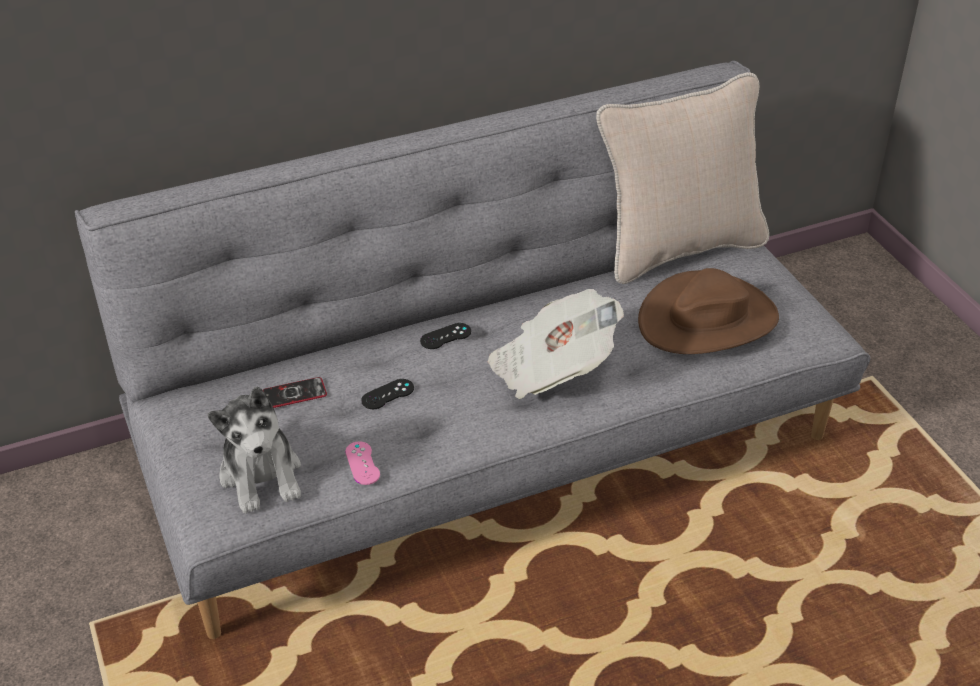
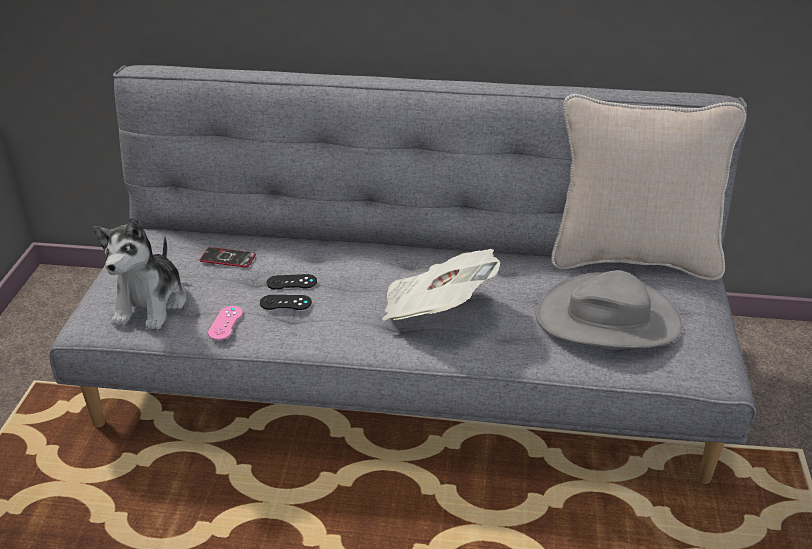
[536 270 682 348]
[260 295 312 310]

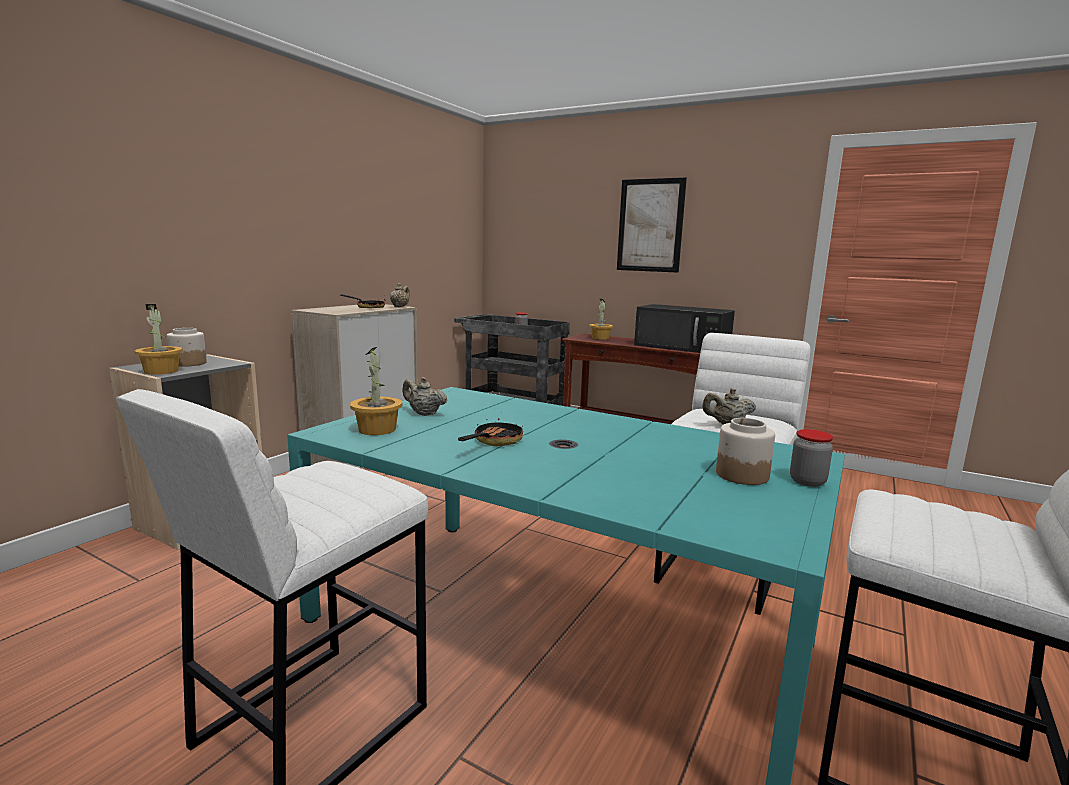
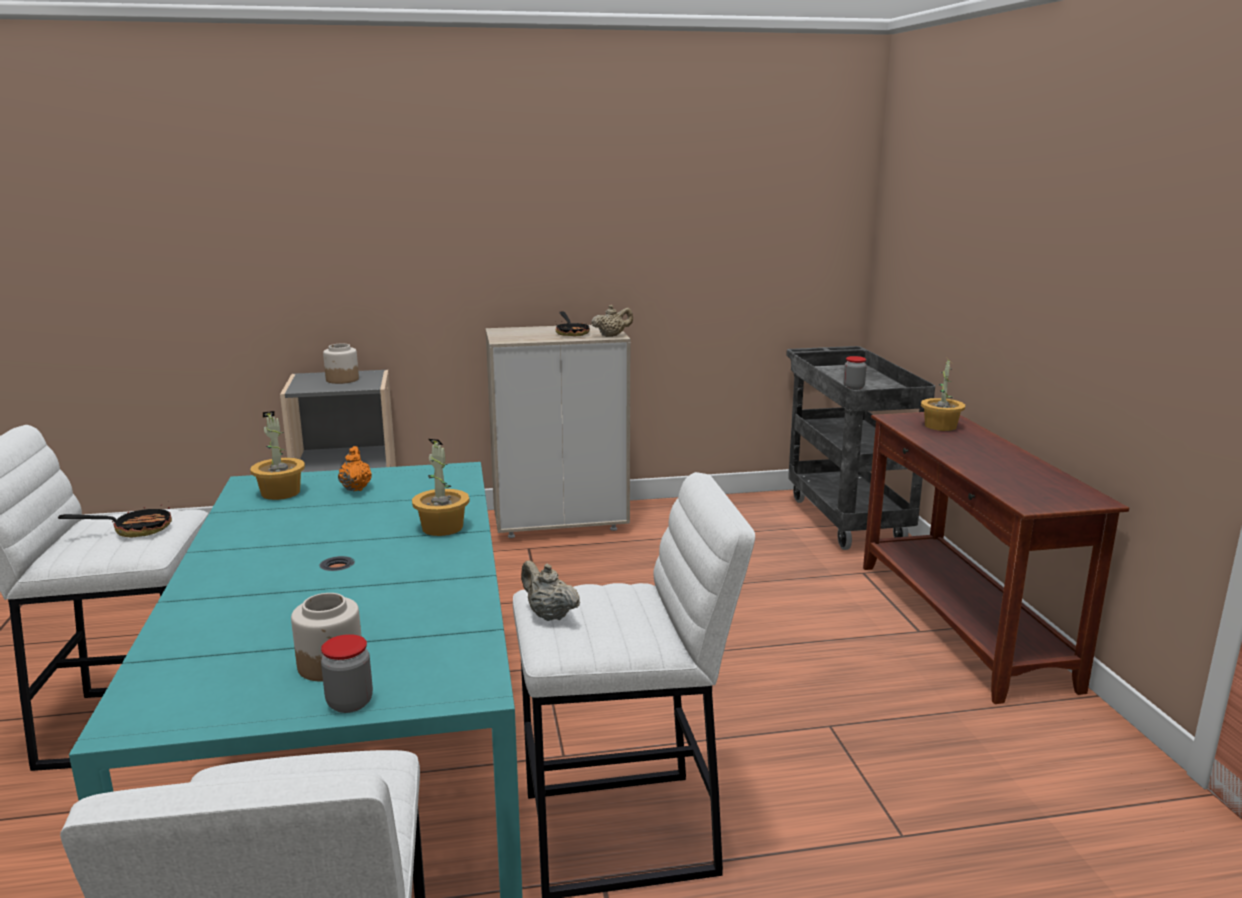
[617 177 687 273] (first image)
[412 439 470 536]
[634 304 735 353] (first image)
[338 446 372 491]
[58 504 172 537]

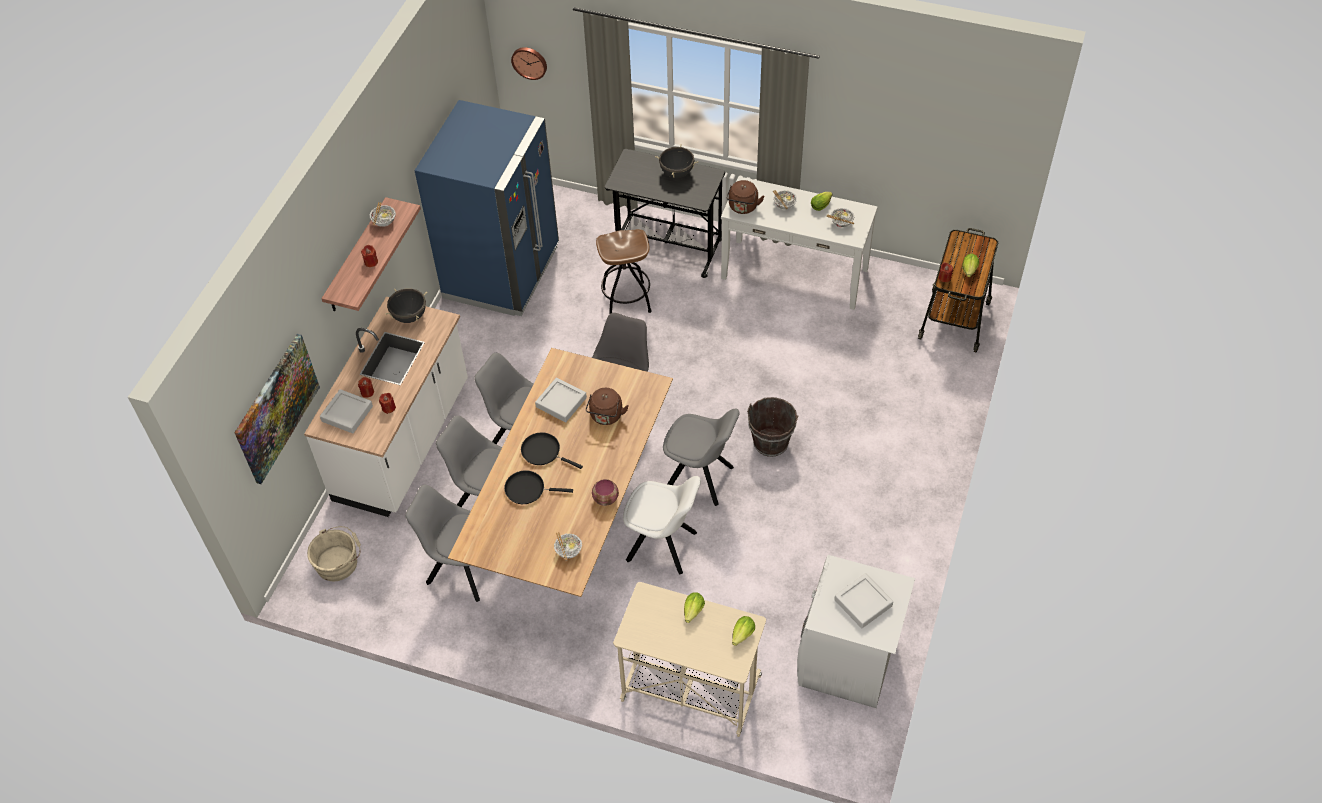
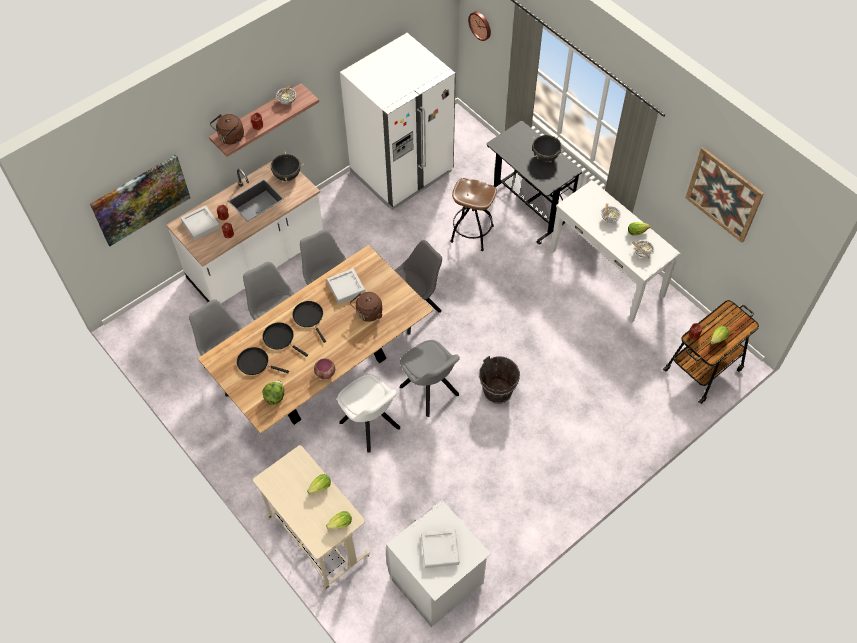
[340 33 456 210]
[210 114 244 144]
[307 526 361 581] (first image)
[263 380 284 405]
[685 147 764 243]
[237 347 289 375]

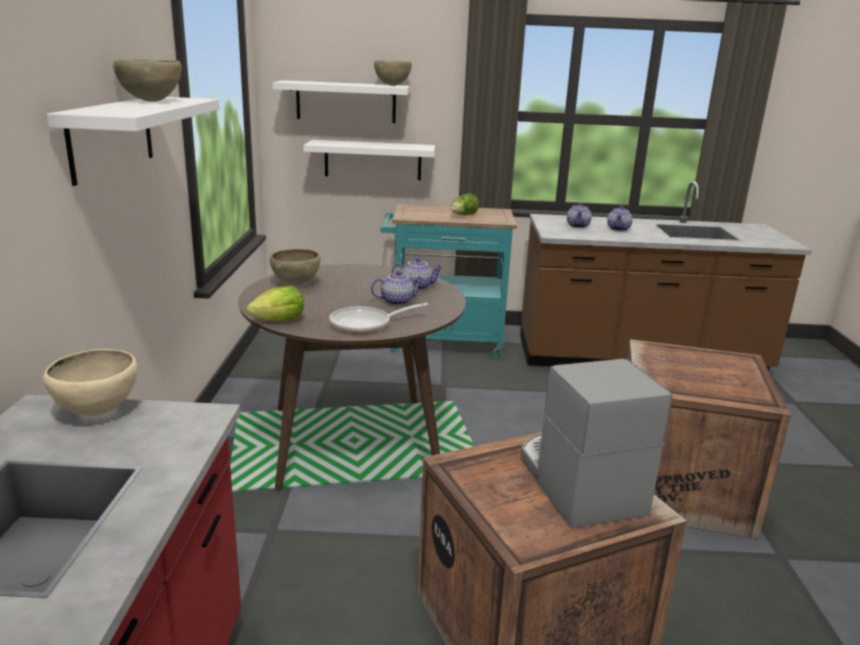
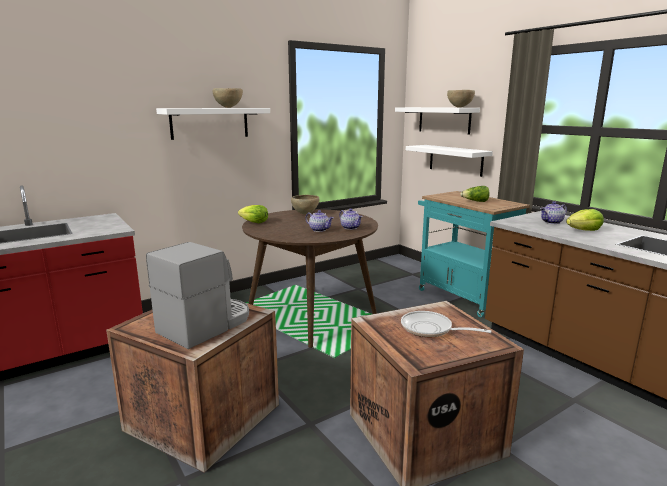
[566 209 604 231]
[401 311 492 337]
[43 349 138 416] (first image)

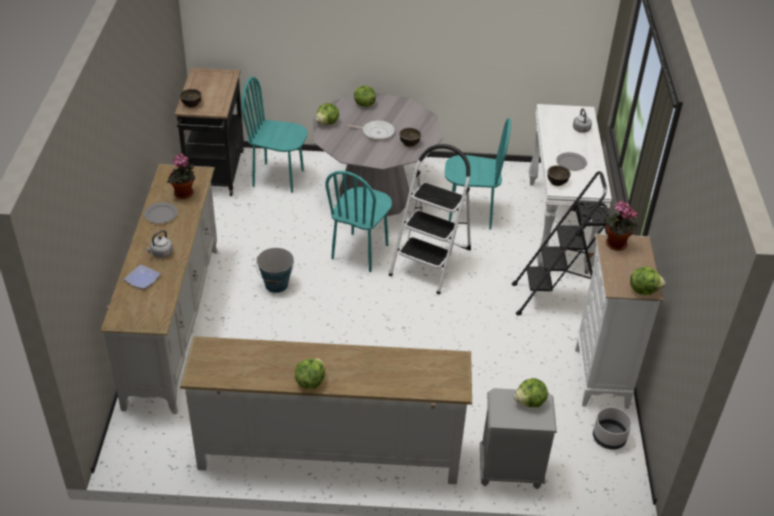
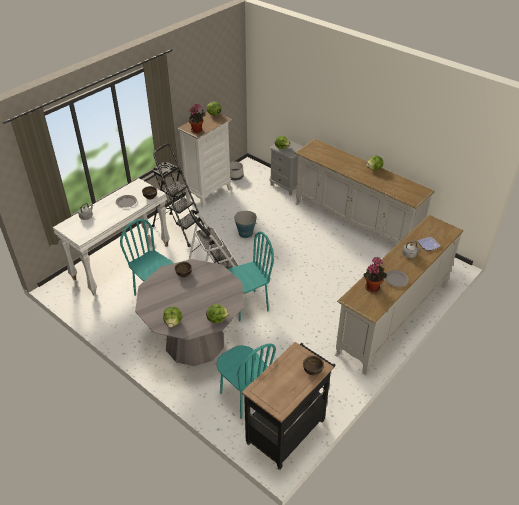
[345 120 395 140] (first image)
[234 211 257 238]

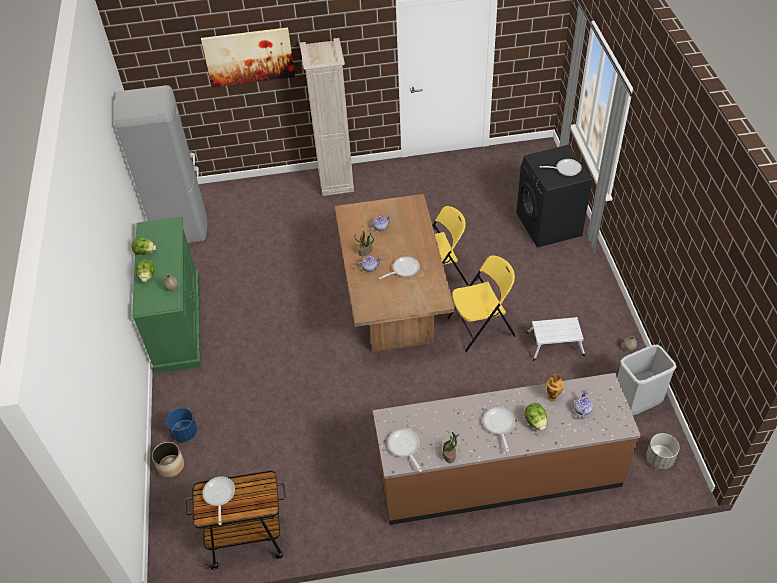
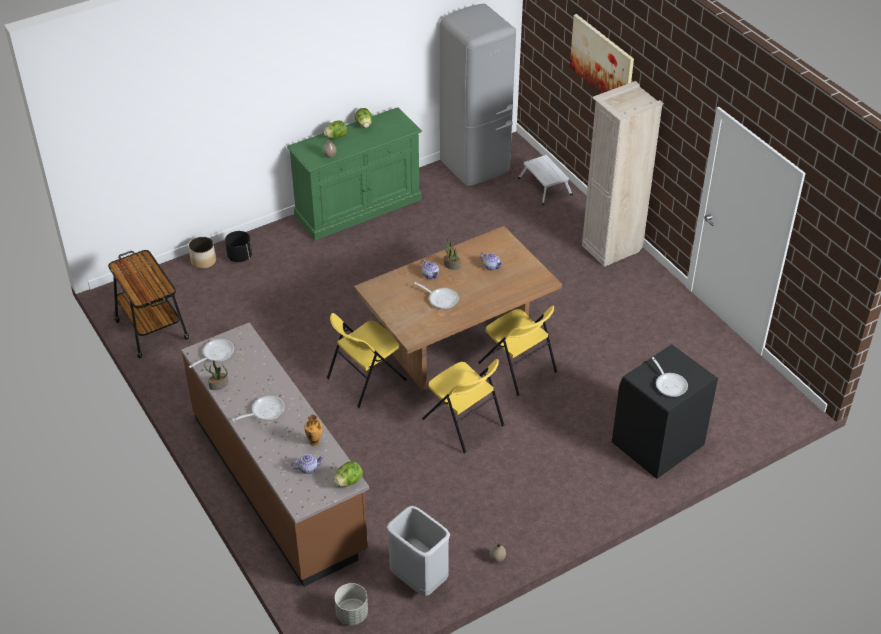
[517 155 573 206]
[334 461 363 487]
[225 231 252 262]
[203 476 235 525] (first image)
[327 313 407 408]

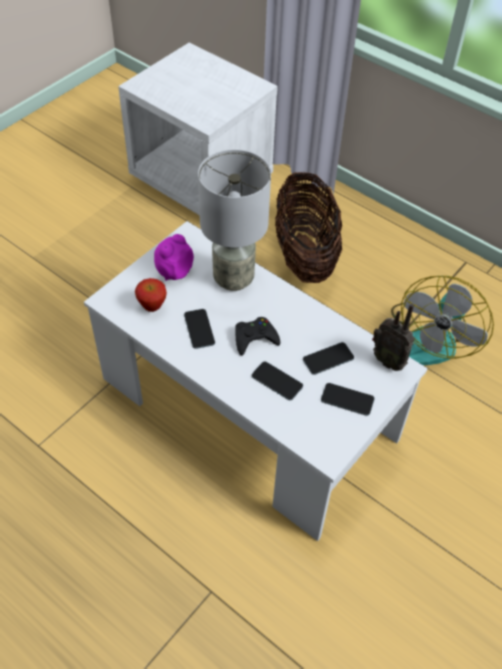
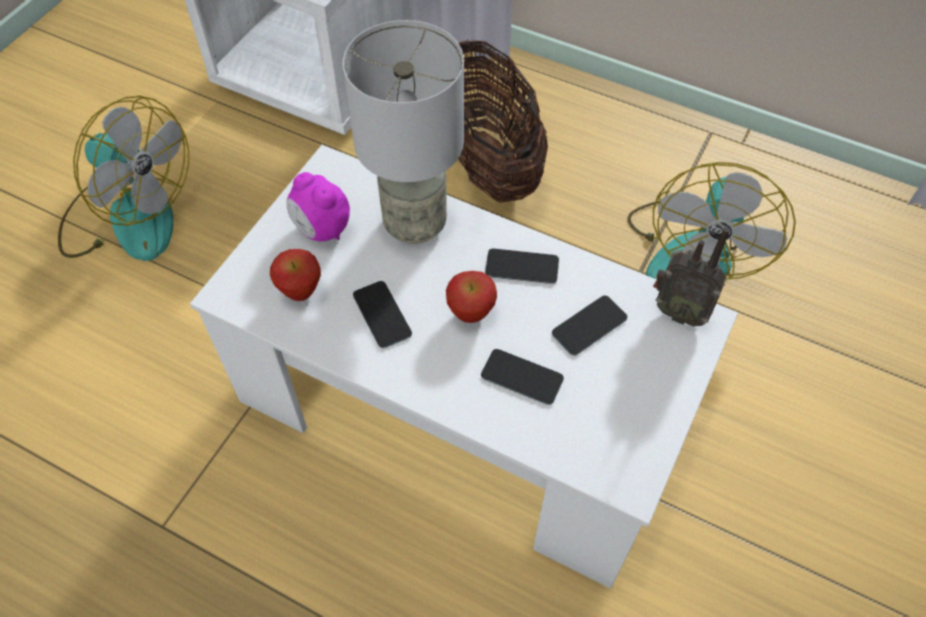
[286 172 350 242]
[446 271 497 323]
[485 248 559 284]
[58 96 189 261]

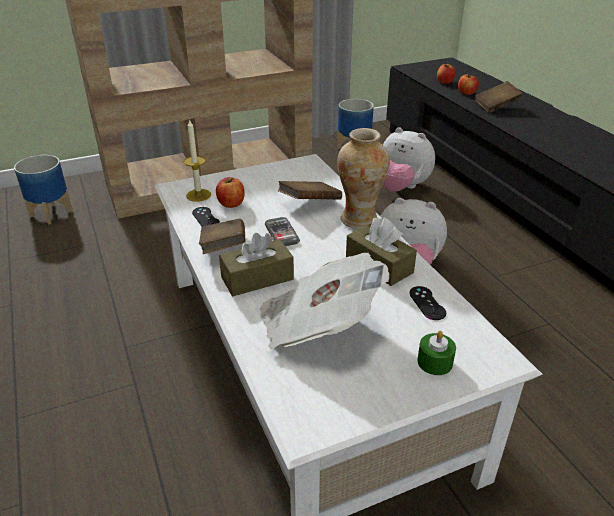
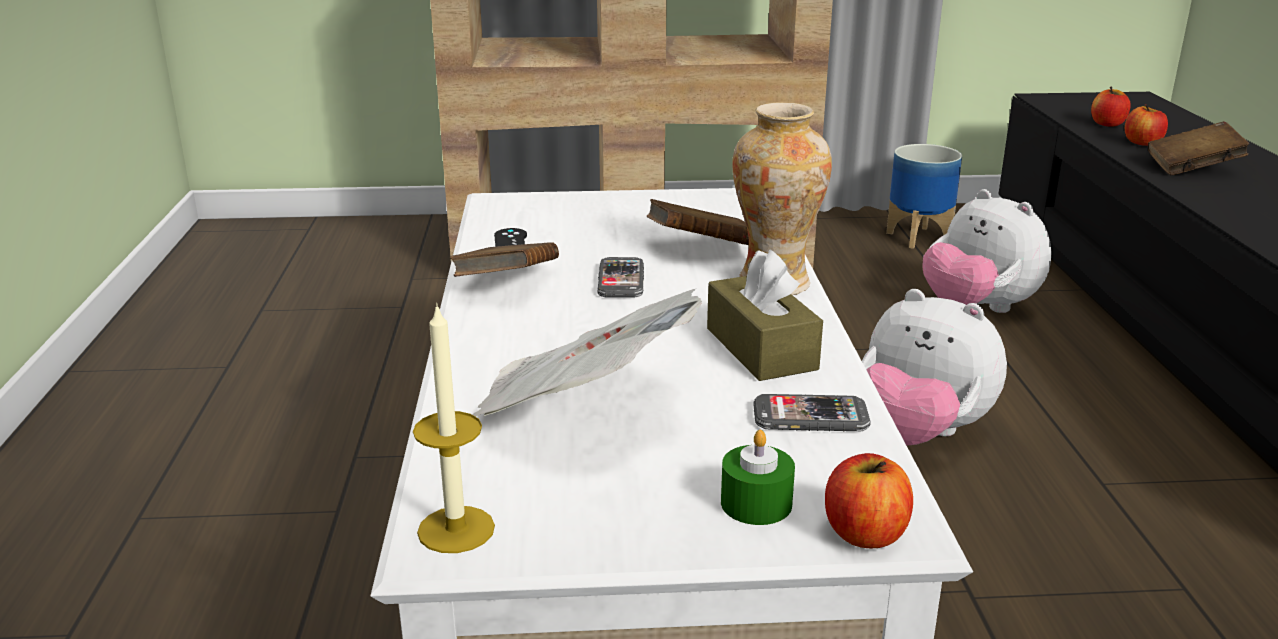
[413 303 495 553]
[14 155 73 225] (first image)
[825 453 913 548]
[219 233 294 296] (first image)
[753 394 871 432]

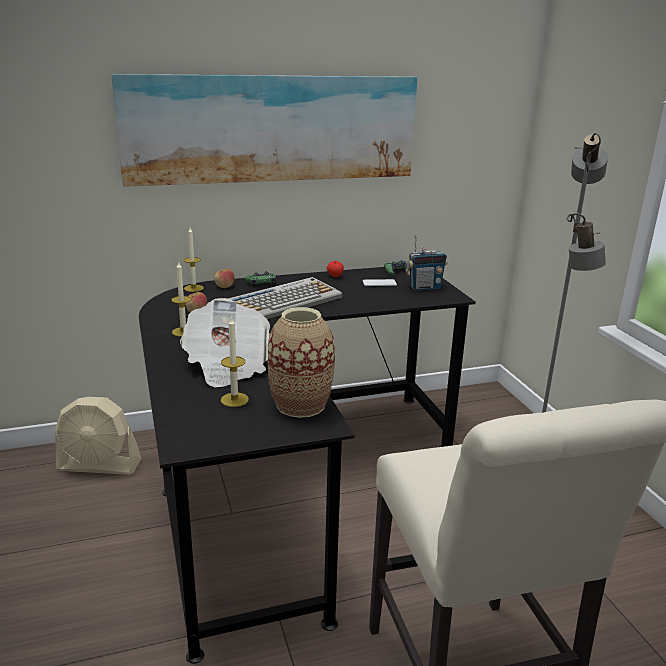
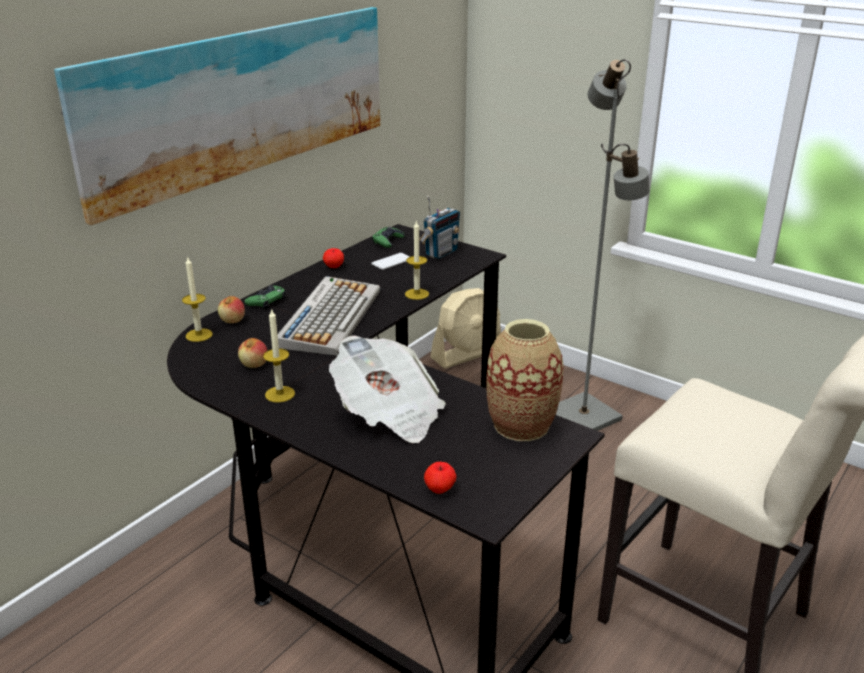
[405 221 429 300]
[430 288 501 368]
[424 462 456 494]

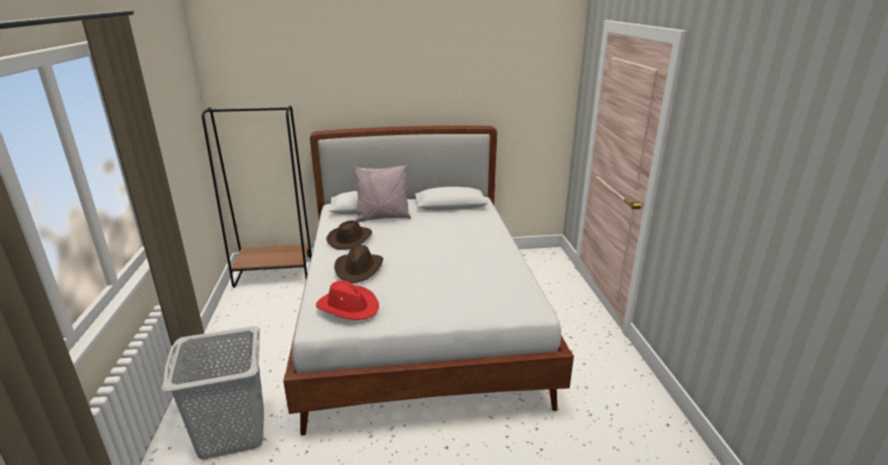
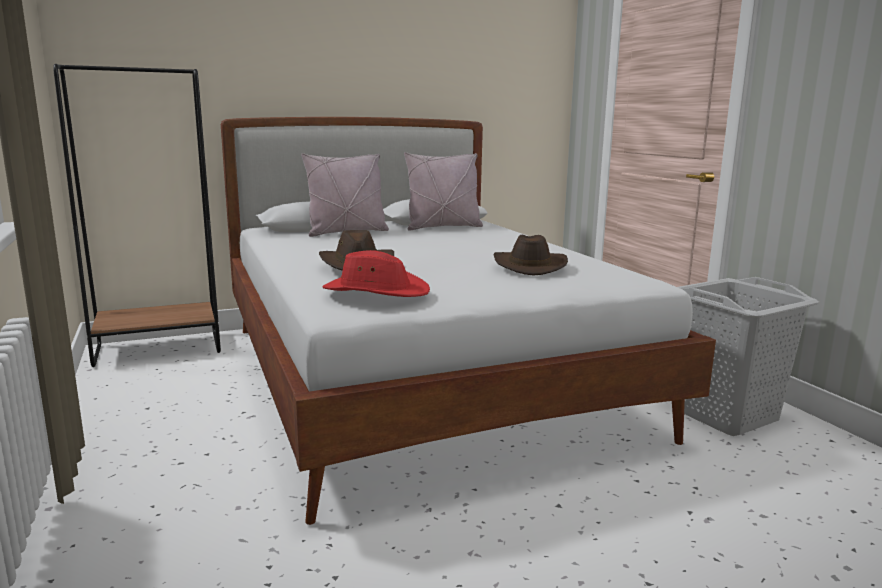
[493 235 568 276]
[678 277 819 436]
[404 152 483 230]

